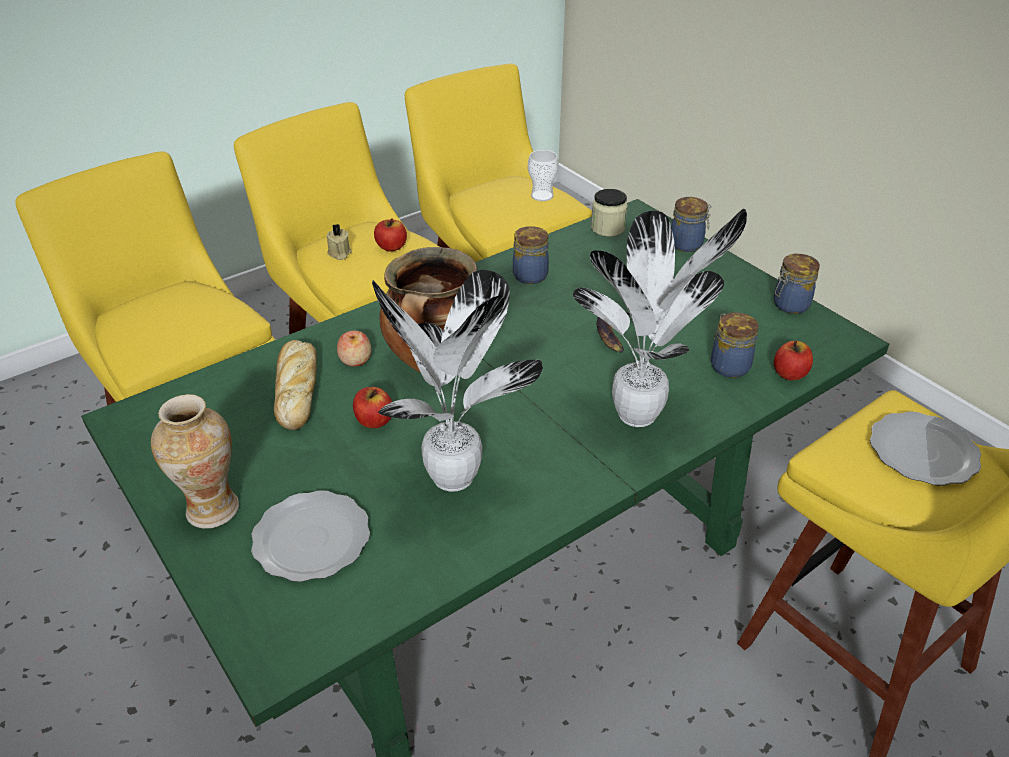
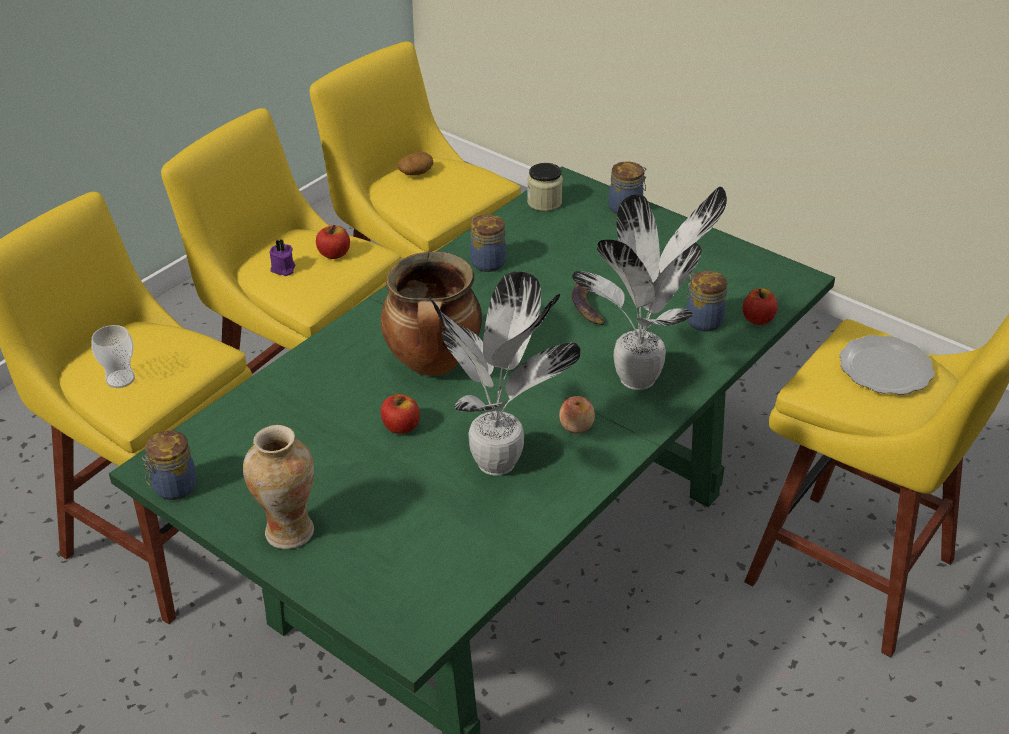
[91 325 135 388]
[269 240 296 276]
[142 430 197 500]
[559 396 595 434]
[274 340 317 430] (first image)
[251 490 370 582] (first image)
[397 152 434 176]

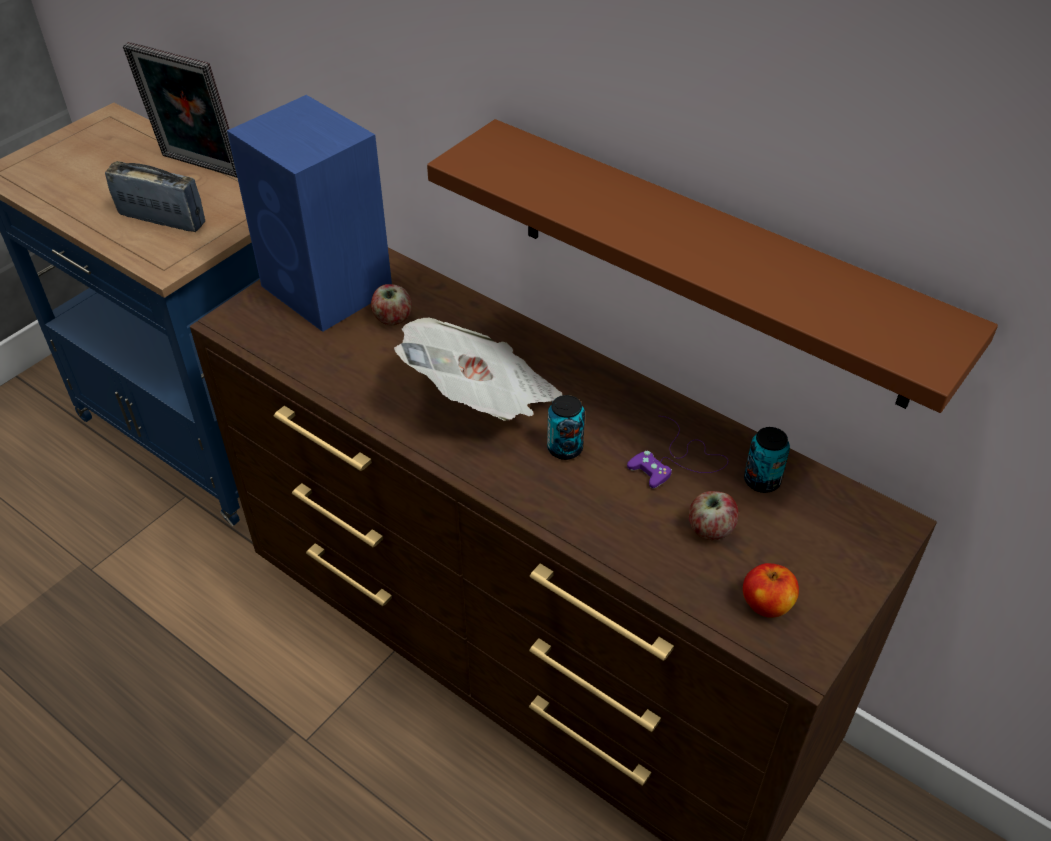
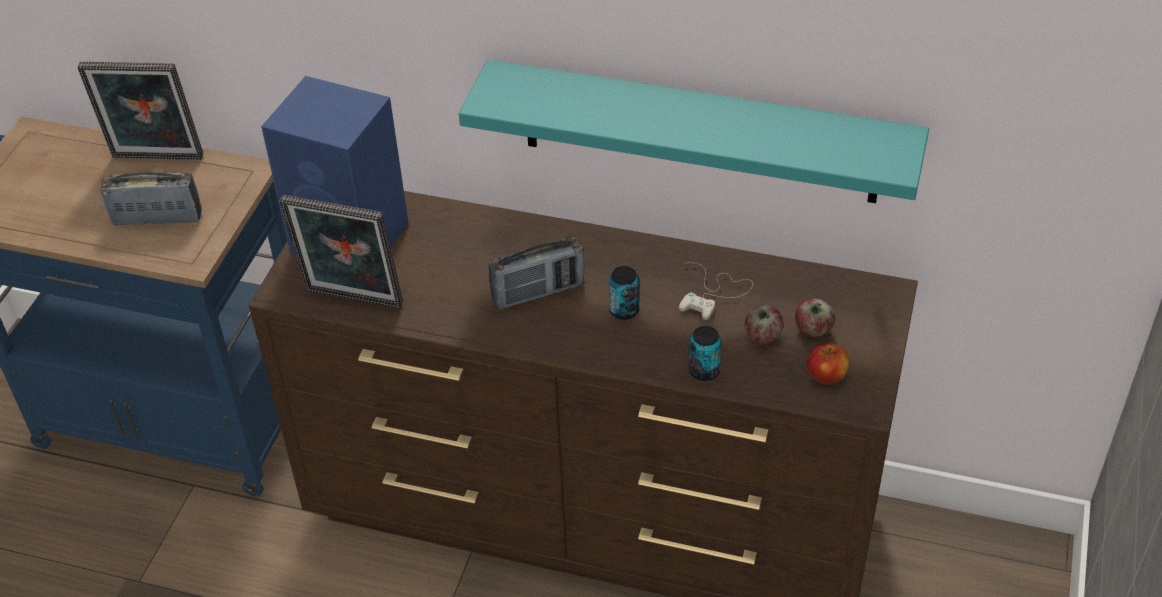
[459 60 929 203]
[795 298 836 337]
[489 236 584 309]
[679 262 753 320]
[689 326 721 381]
[279 195 403 309]

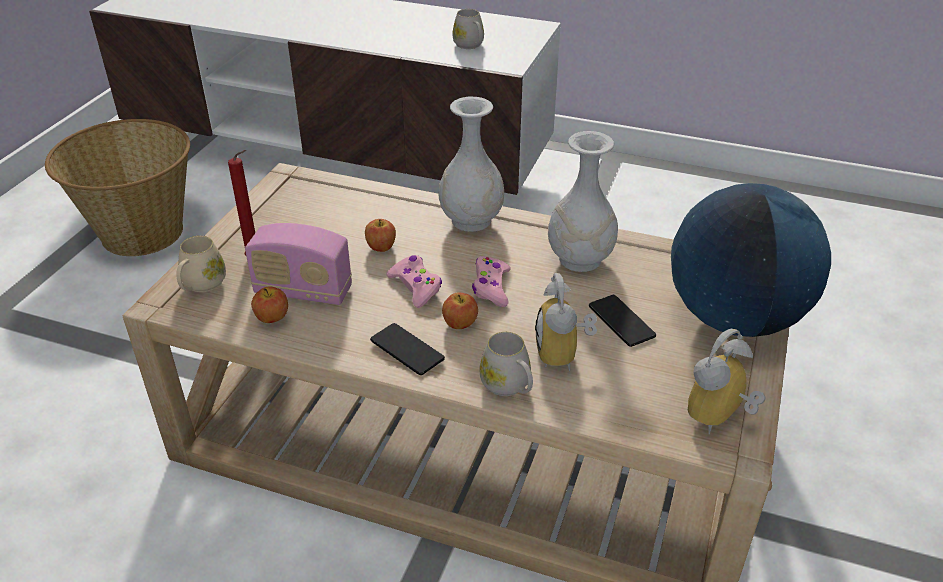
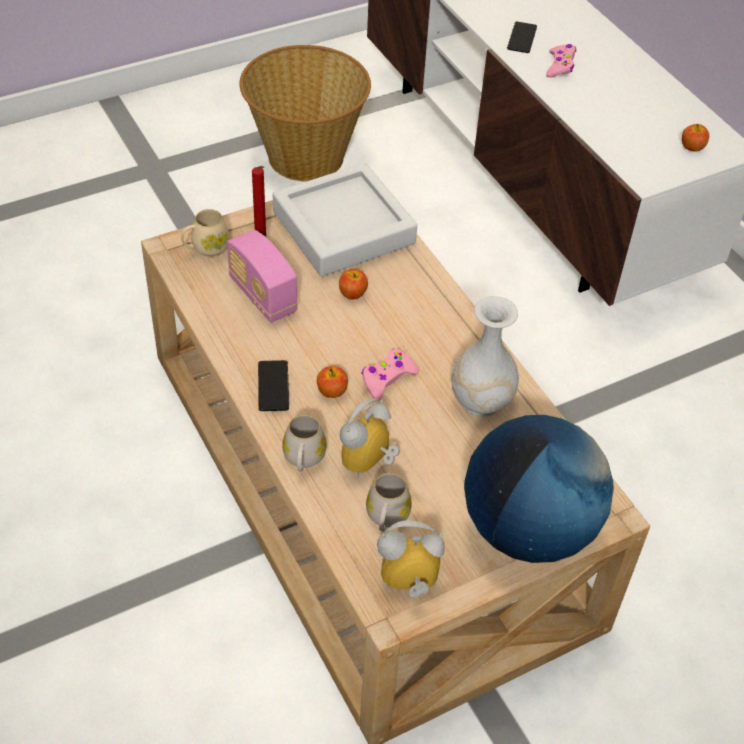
[366 473 412 532]
[439 97 504 232] (first image)
[546 44 576 78]
[682 124 709 151]
[507 22 537 53]
[273 163 417 277]

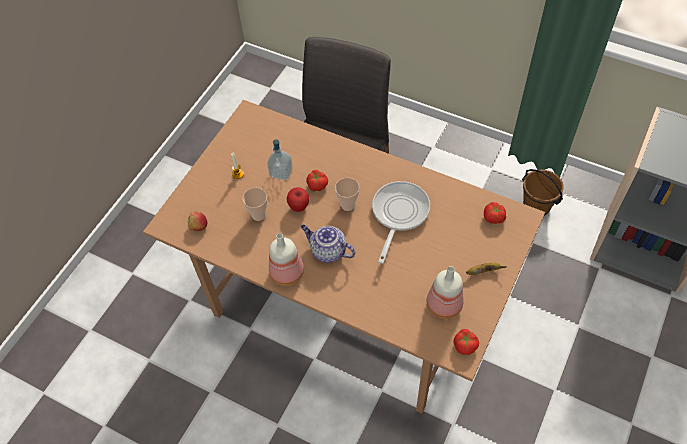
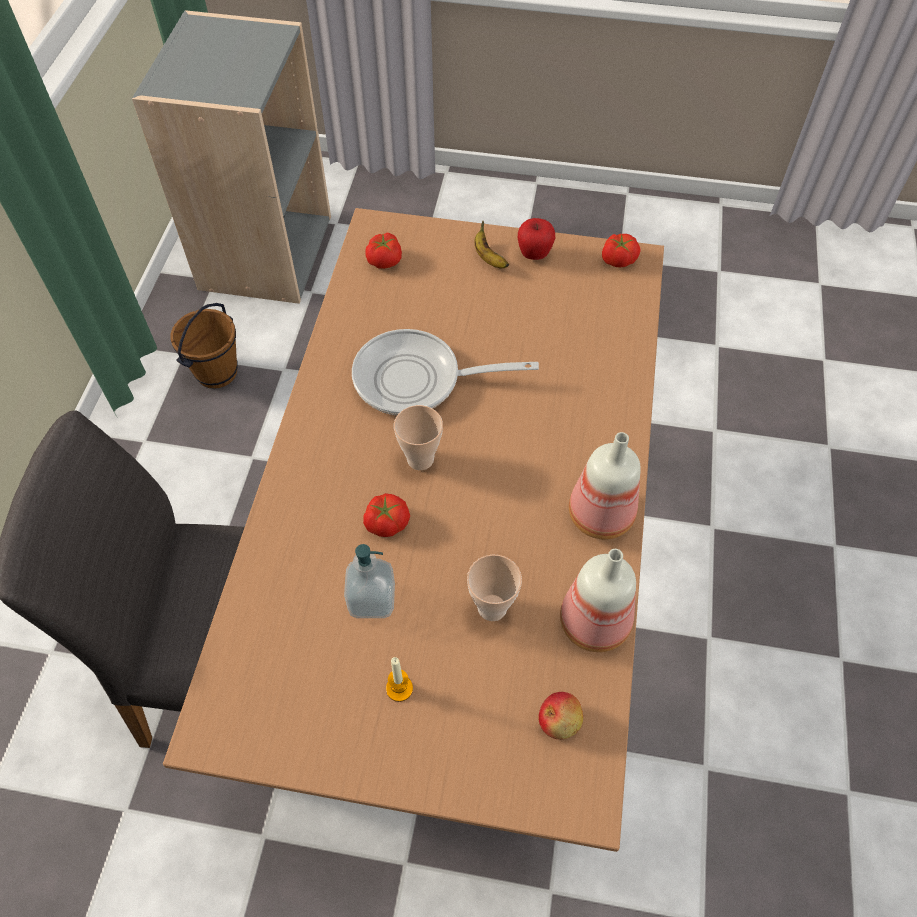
[518 218 555 260]
[301 225 355 263] (first image)
[560 549 636 652]

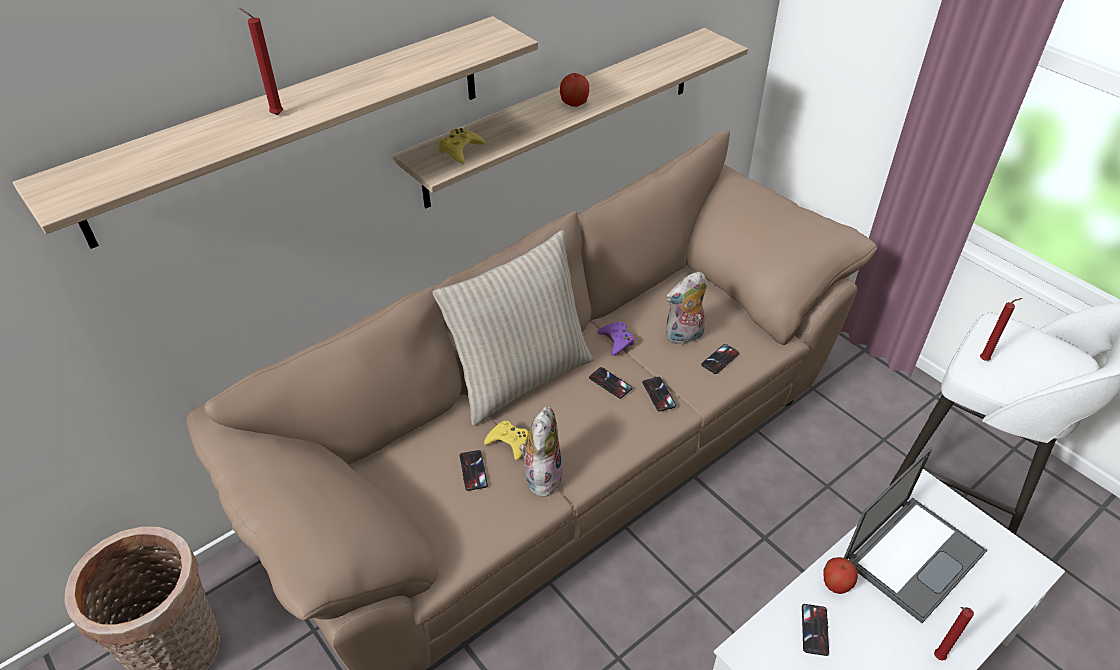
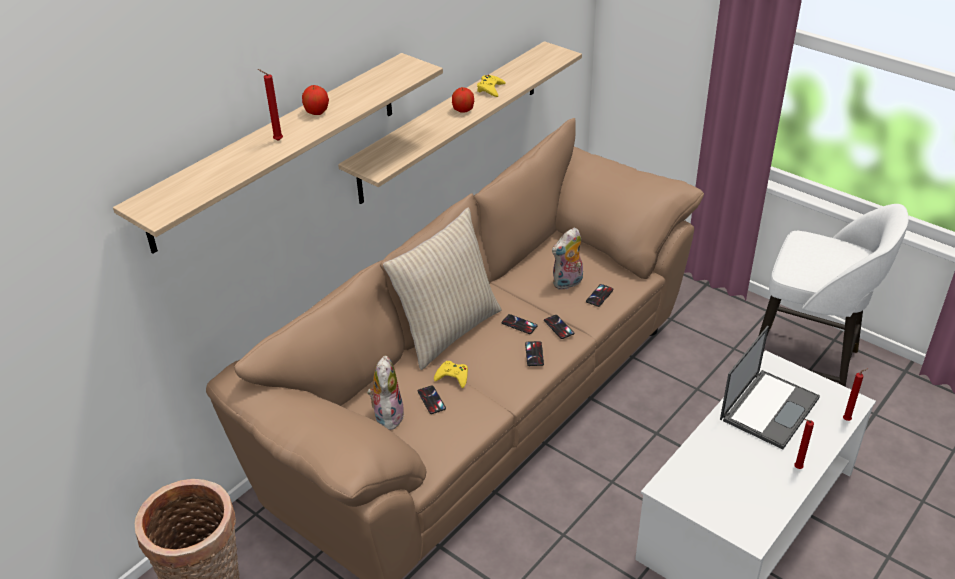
[477 75 506 97]
[843 368 868 421]
[597 322 635 356] (first image)
[367 356 404 430]
[302 85 329 115]
[525 341 544 366]

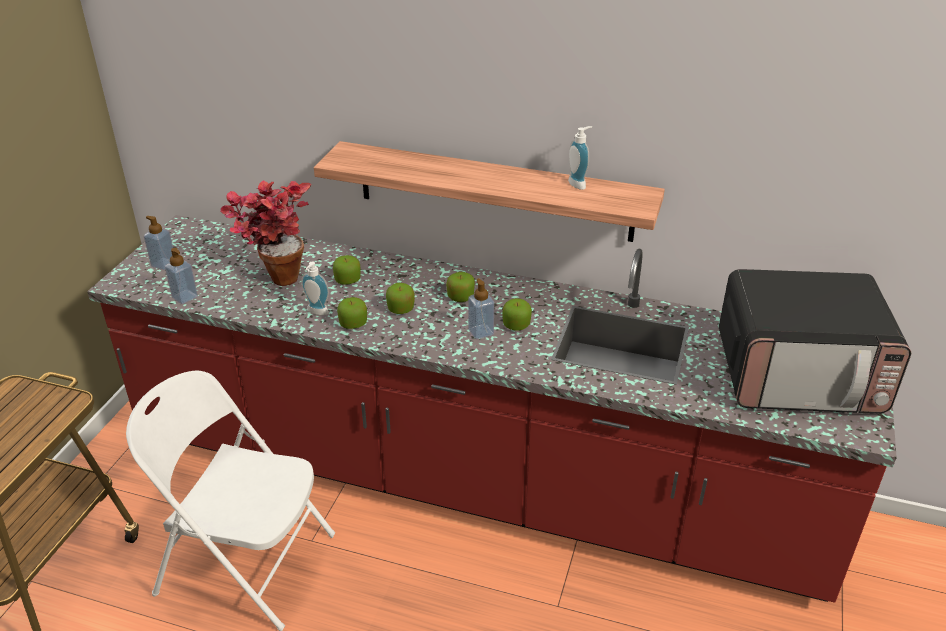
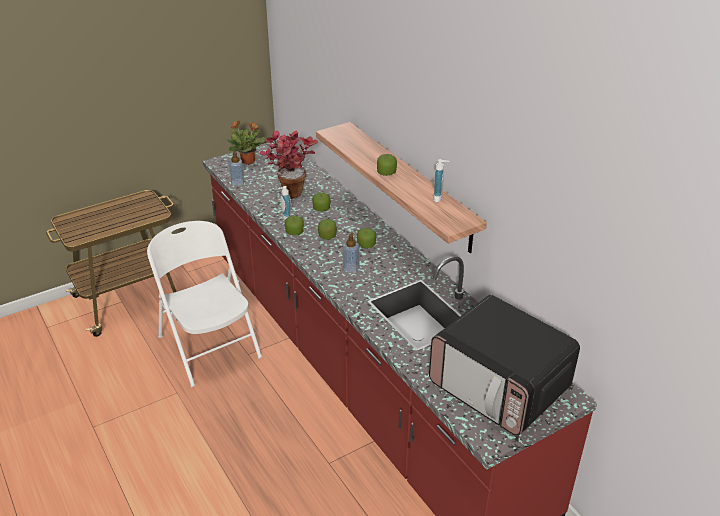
[226 120 267 165]
[377 154 397 176]

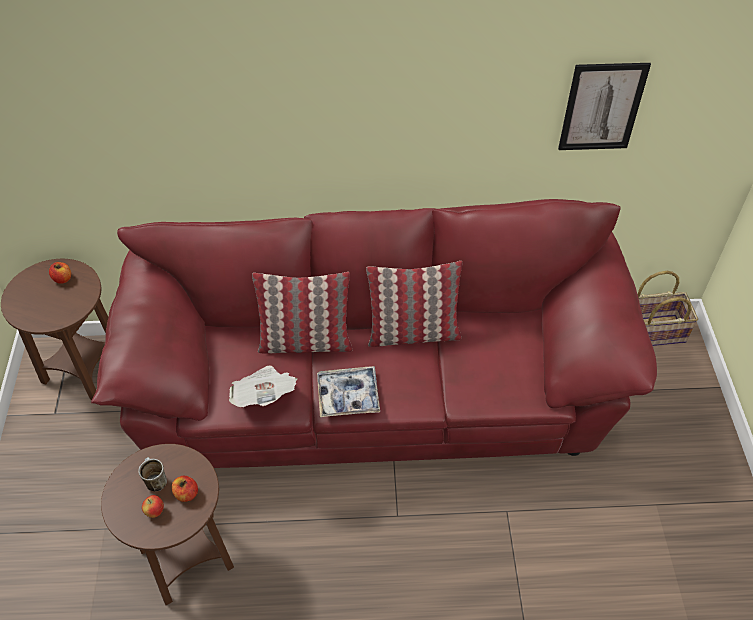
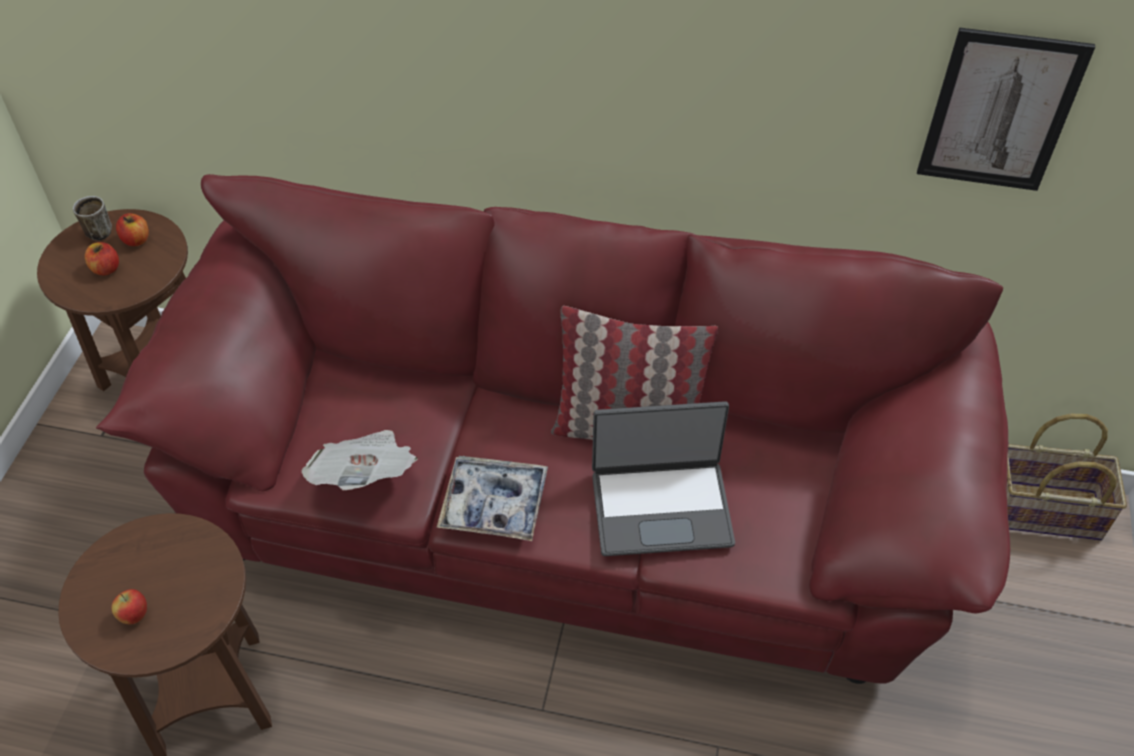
[252 272 352 354] (first image)
[73 196 112 241]
[85 242 119 275]
[592 401 735 556]

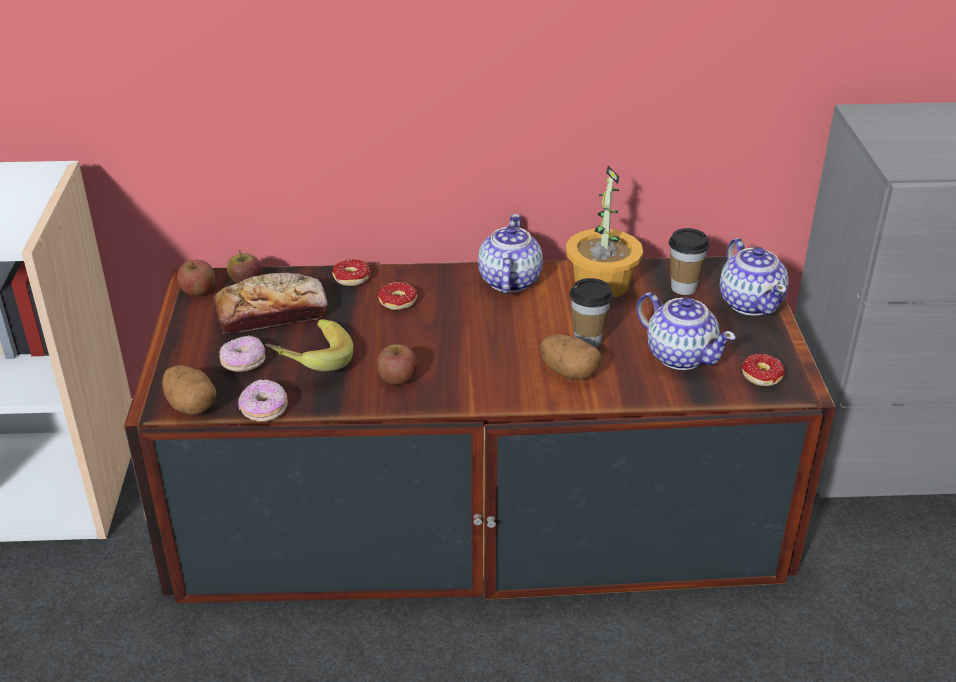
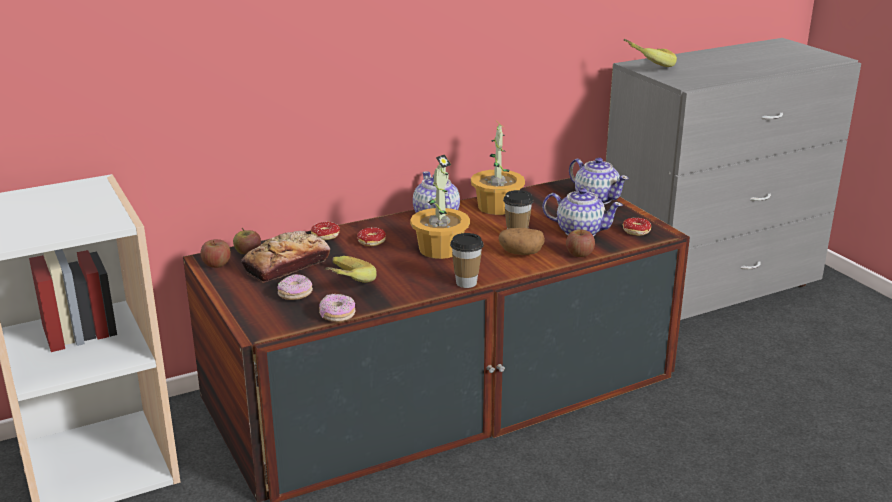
[450 233 484 288]
[566 229 595 257]
[162 365 216 415] (first image)
[623 39 677 67]
[410 154 470 259]

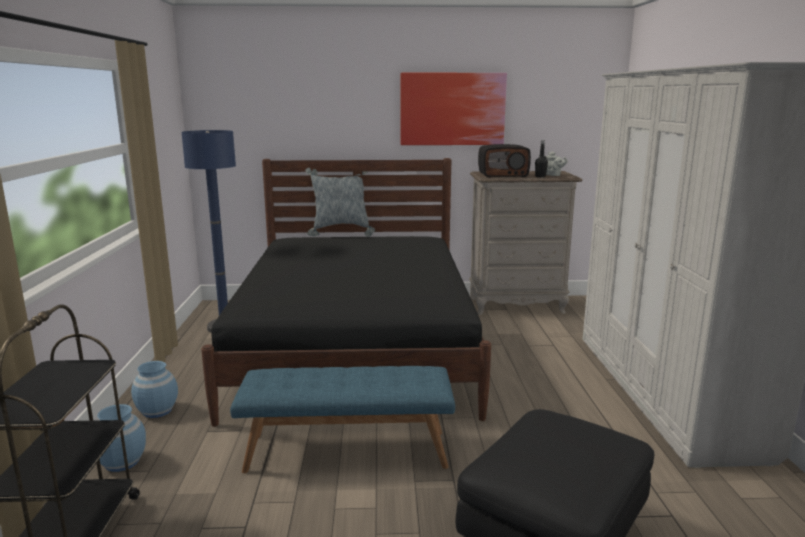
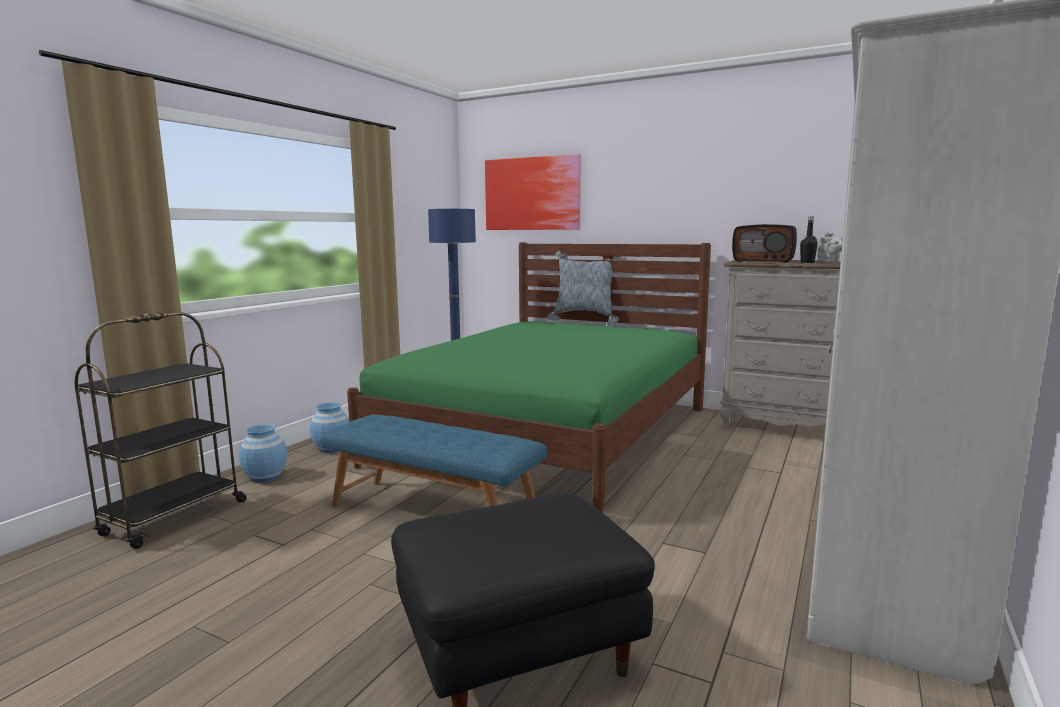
[485 154 581 230]
[347 242 711 513]

